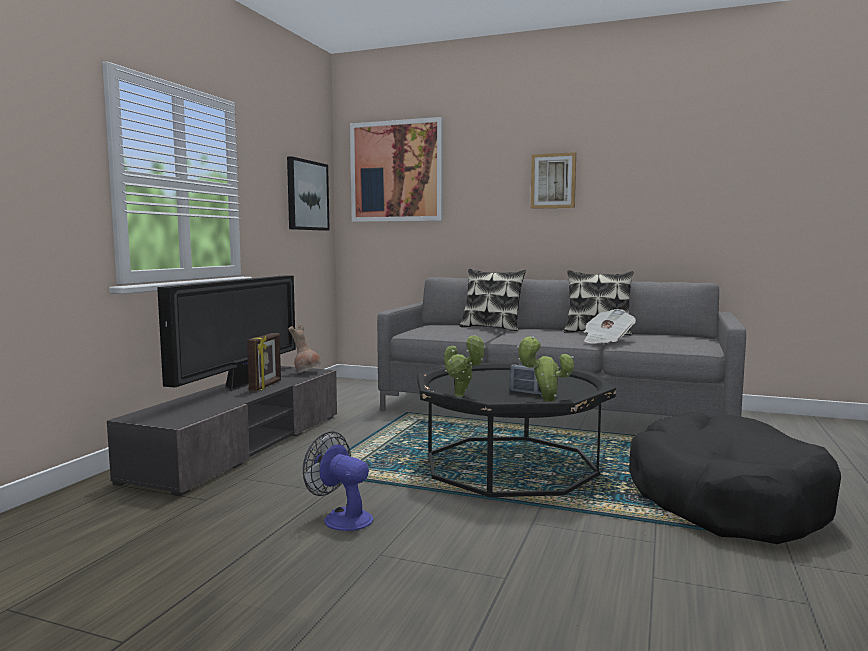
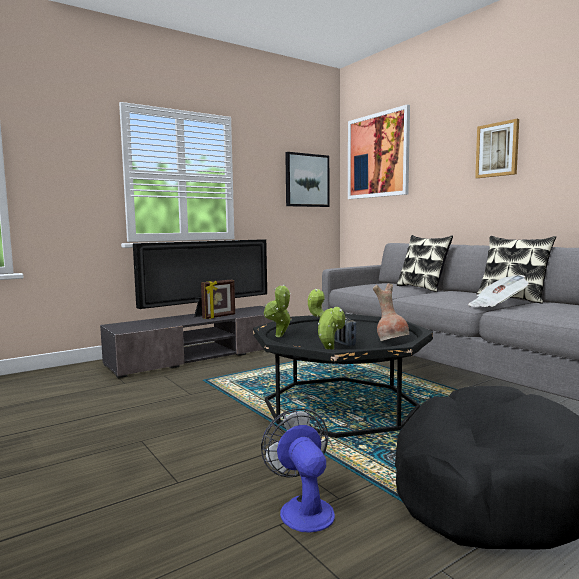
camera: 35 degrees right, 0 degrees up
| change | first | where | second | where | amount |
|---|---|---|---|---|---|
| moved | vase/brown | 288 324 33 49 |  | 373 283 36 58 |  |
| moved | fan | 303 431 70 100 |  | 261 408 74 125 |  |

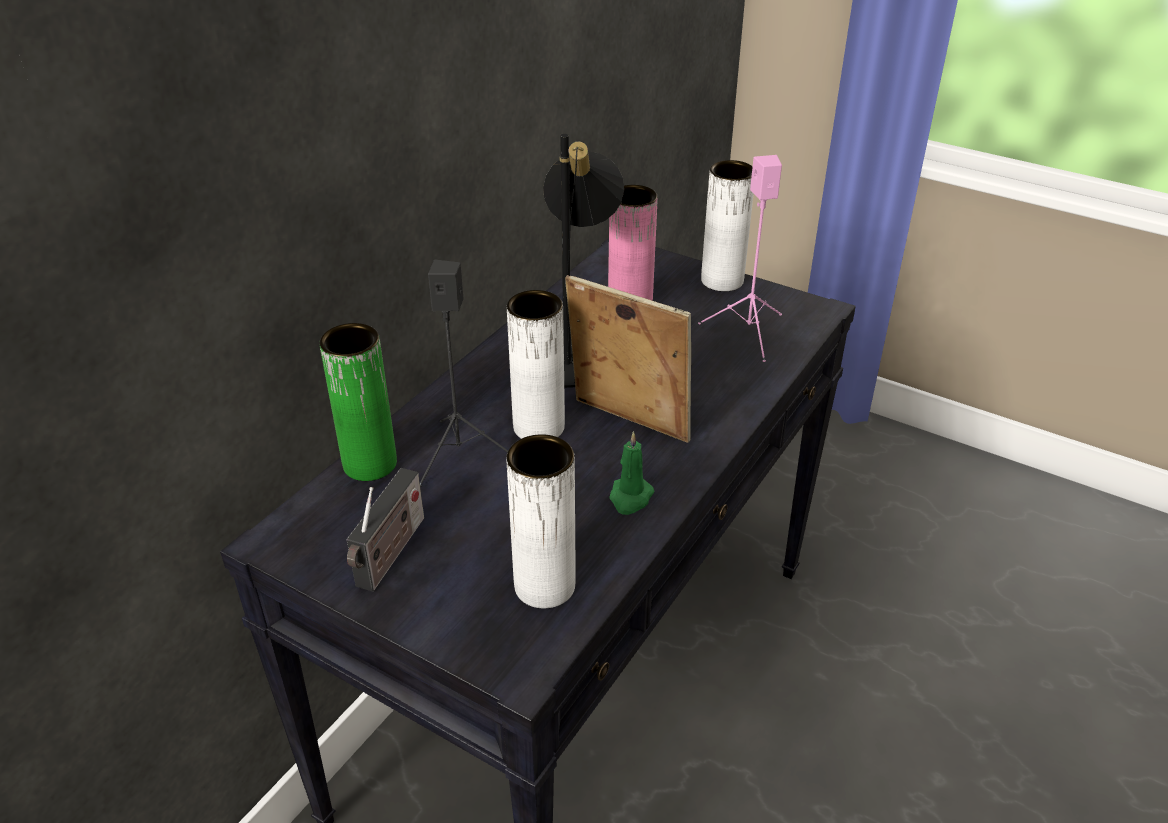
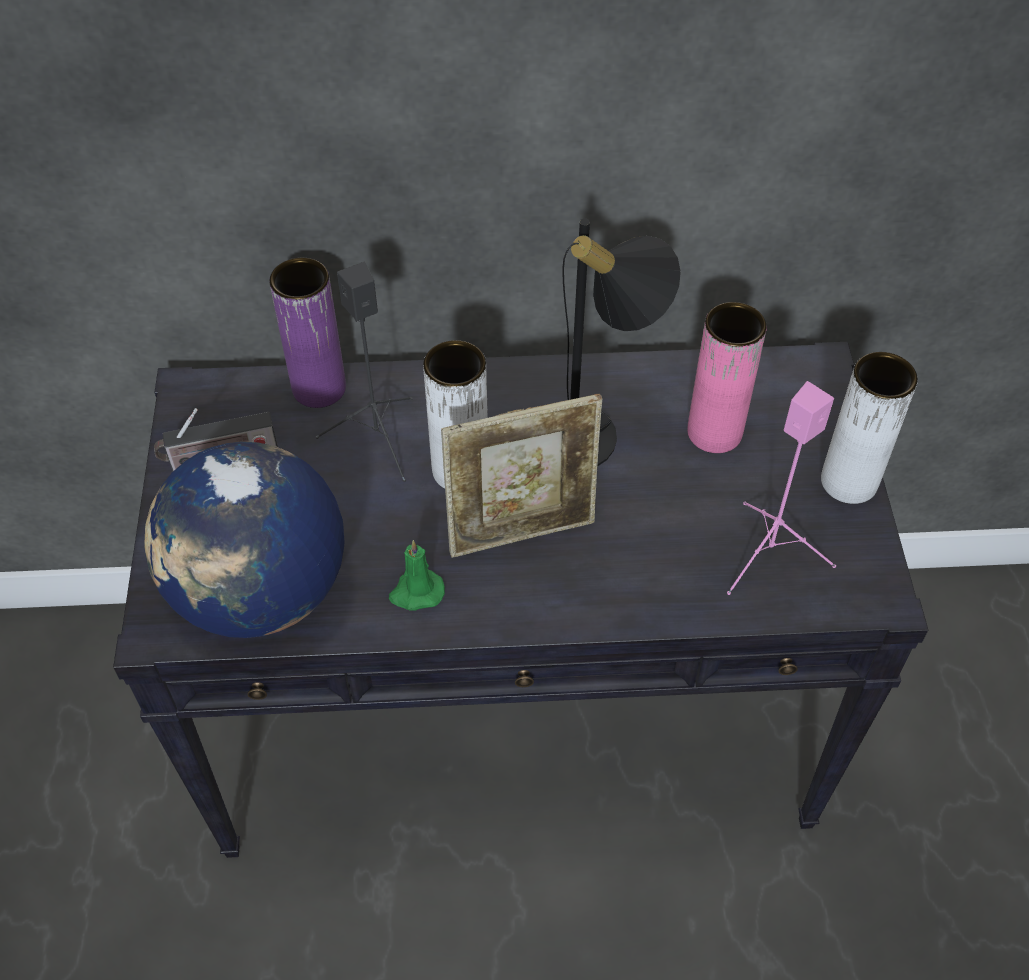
camera: 55 degrees right, 15 degrees up
| change | first | where | second | where | amount |
|---|---|---|---|---|---|
| turned | picture frame | 565 275 126 168 |  | 441 394 161 164 | 75 degrees clockwise |
| recoloured | vase/green | 319 323 78 158 | vase/purple | 269 258 77 150 |  |
| replaced | vase/white | 506 434 70 175 | globe | 144 442 200 196 |  |

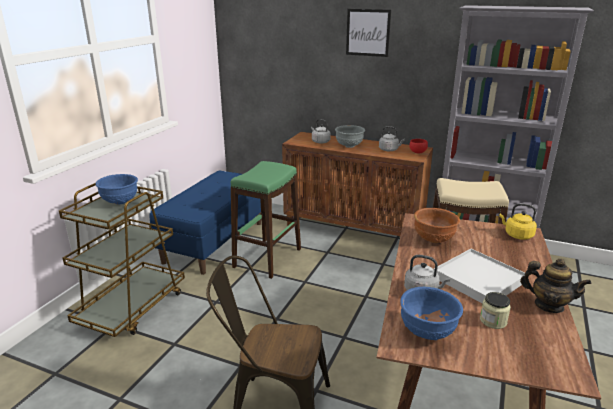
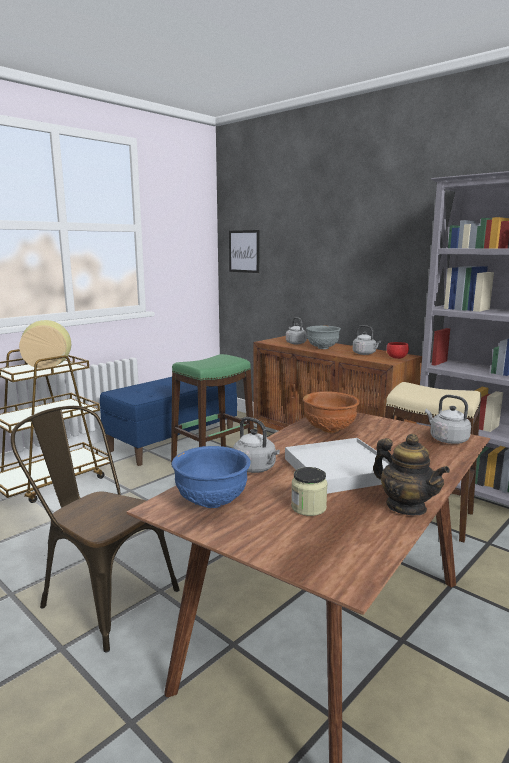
camera: 20 degrees right, 10 degrees down
| change | first | where | second | where | amount |
|---|---|---|---|---|---|
| moved | picture | 346 9 45 48 |  | 229 230 30 43 |  |
| replaced | bowl/blue | 96 174 42 30 | vase | 19 320 52 49 |  |
| recoloured | kettle/yellow | 499 203 38 37 | kettle/grey | 425 395 46 49 |  |

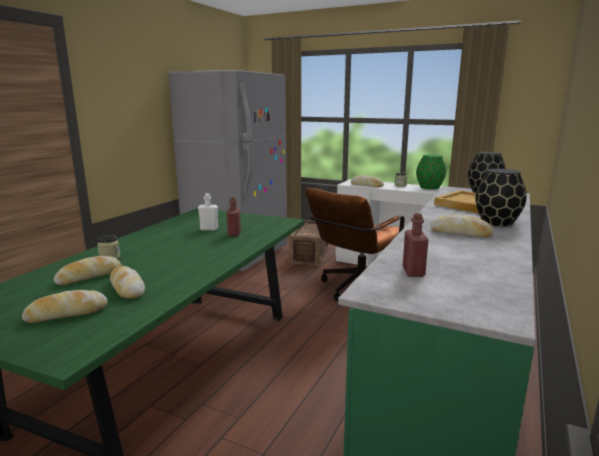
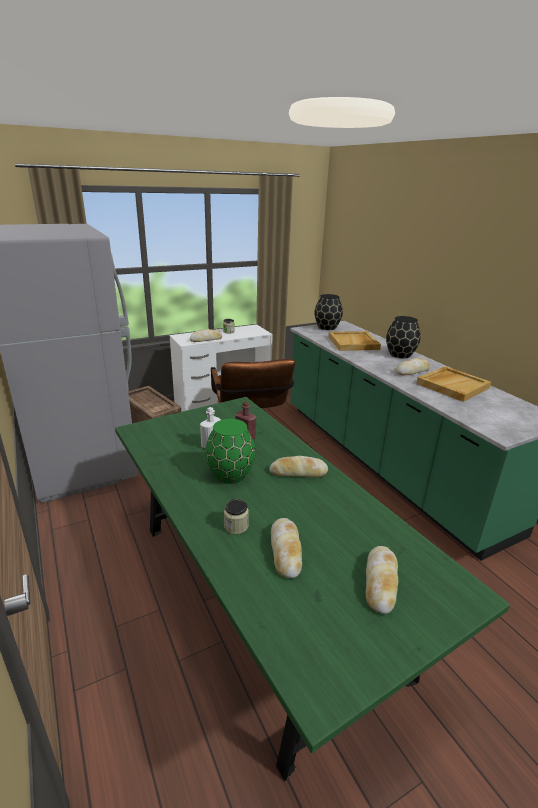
camera: 55 degrees left, 10 degrees up
| change | first | where | second | where | amount |
|---|---|---|---|---|---|
| moved | vase/green | 416 154 30 36 |  | 205 419 50 65 |  |
| removed | bottle/red | 403 213 25 64 |  |  |  |
| moved | bread | 110 266 35 33 |  | 269 456 59 22 |  |
| added |  |  | tray/beige | 417 366 74 36 |  |

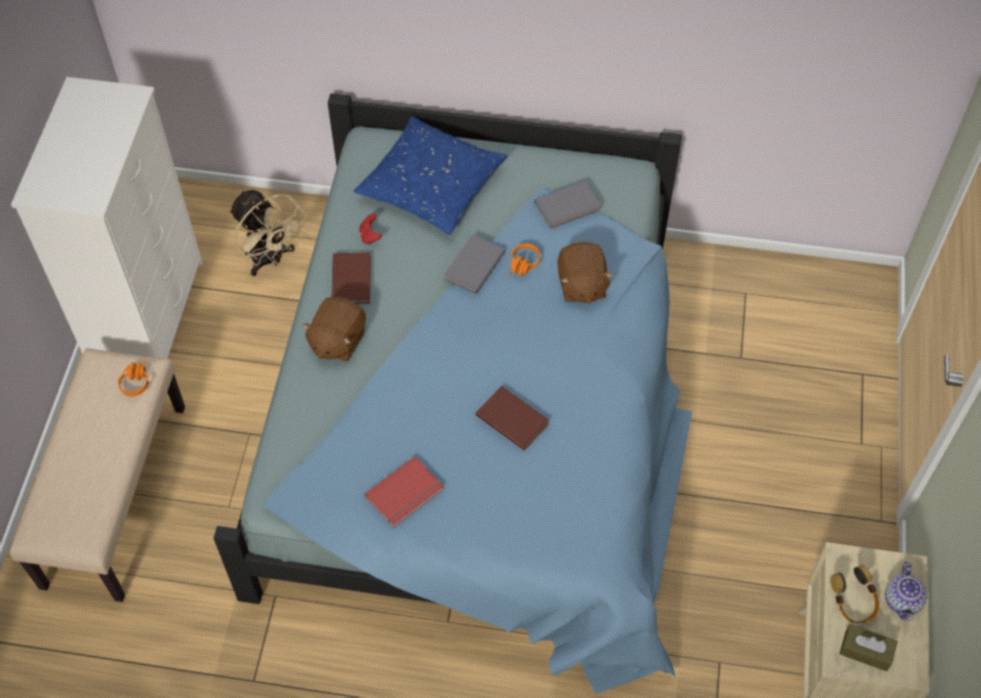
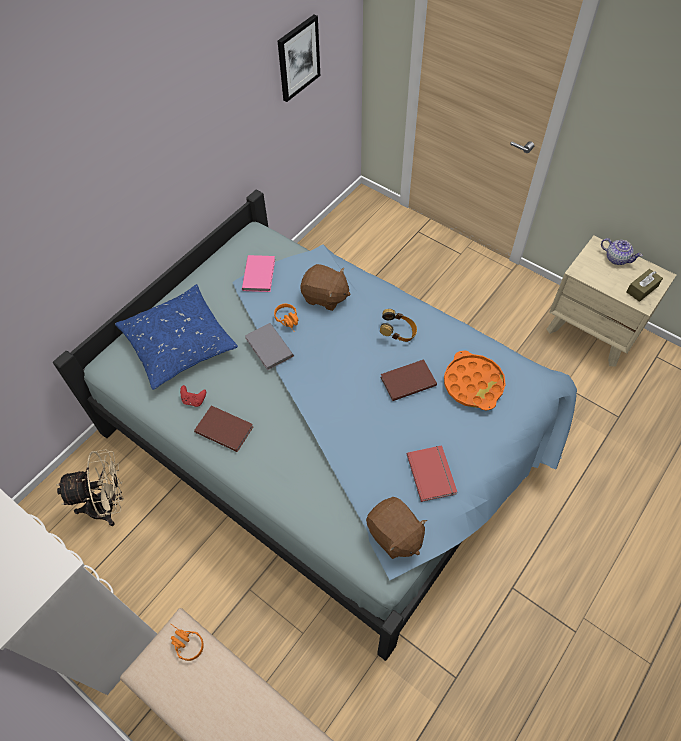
camera: 60 degrees left, 0 degrees up
| change | first | where | second | where | amount |
|---|---|---|---|---|---|
| recoloured | book/grey | 534 181 67 48 | book/pink | 242 255 33 37 |  |
| moved | plush toy/brown | 302 297 64 64 |  | 366 497 61 62 |  |
| moved | headphones | 831 565 48 58 |  | 380 309 37 33 |  |
| added |  |  | picture | 278 14 42 88 |  |
| added |  |  | tray/orange | 444 350 62 61 |  |

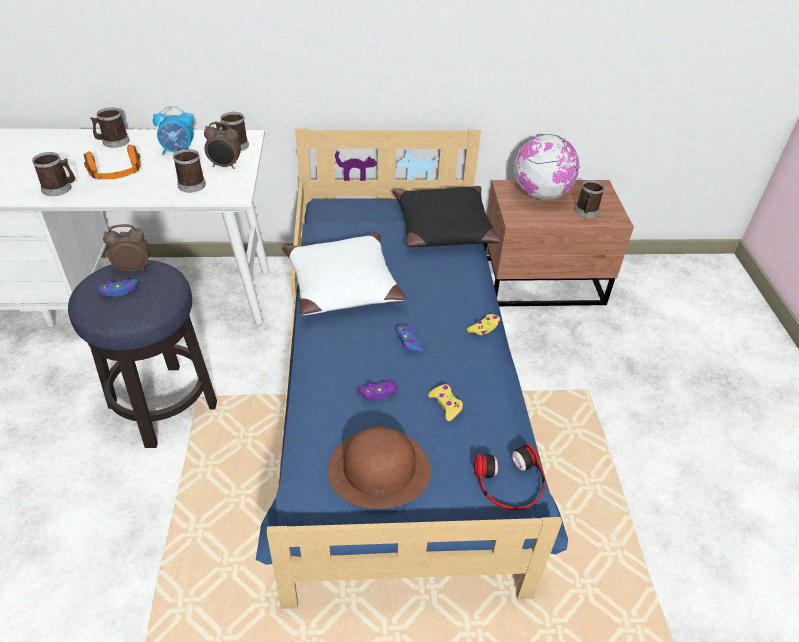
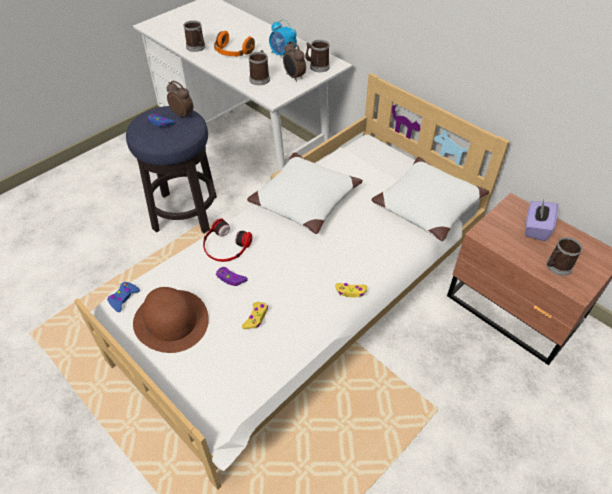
camera: 50 degrees right, 5 degrees up
| change | first | where | second | where | amount |
|---|---|---|---|---|---|
| removed | mug | 90 107 40 41 |  |  |  |
| recoloured | bed/blue | 256 129 312 480 | bed/white | 74 73 436 417 |  |
| replaced | globe | 514 134 66 66 | tissue box/purple | 525 200 33 41 |  |
| recoloured | pillow/black | 393 186 108 61 | pillow/white | 371 157 118 84 |  |
| moved | game controller/blue | 396 325 28 28 |  | 107 282 33 30 |  |
| moved | headphones | 474 444 71 66 |  | 203 218 49 44 |  |

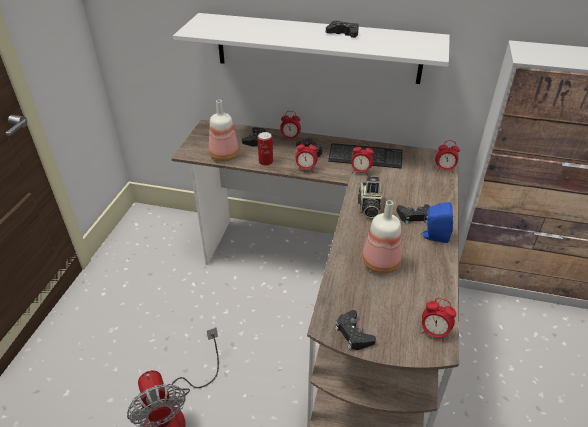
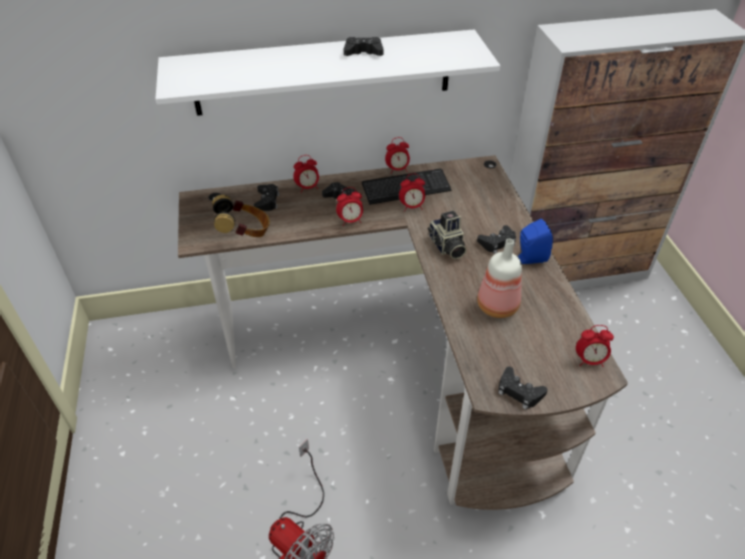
camera: 25 degrees left, 5 degrees up
| change | first | where | second | where | amount |
|---|---|---|---|---|---|
| replaced | bottle | 209 100 30 61 | headphones | 212 195 58 42 |  |
| removed | can | 258 132 15 34 |  |  |  |
| moved | alarm clock | 435 140 25 33 |  | 385 137 25 37 |  |

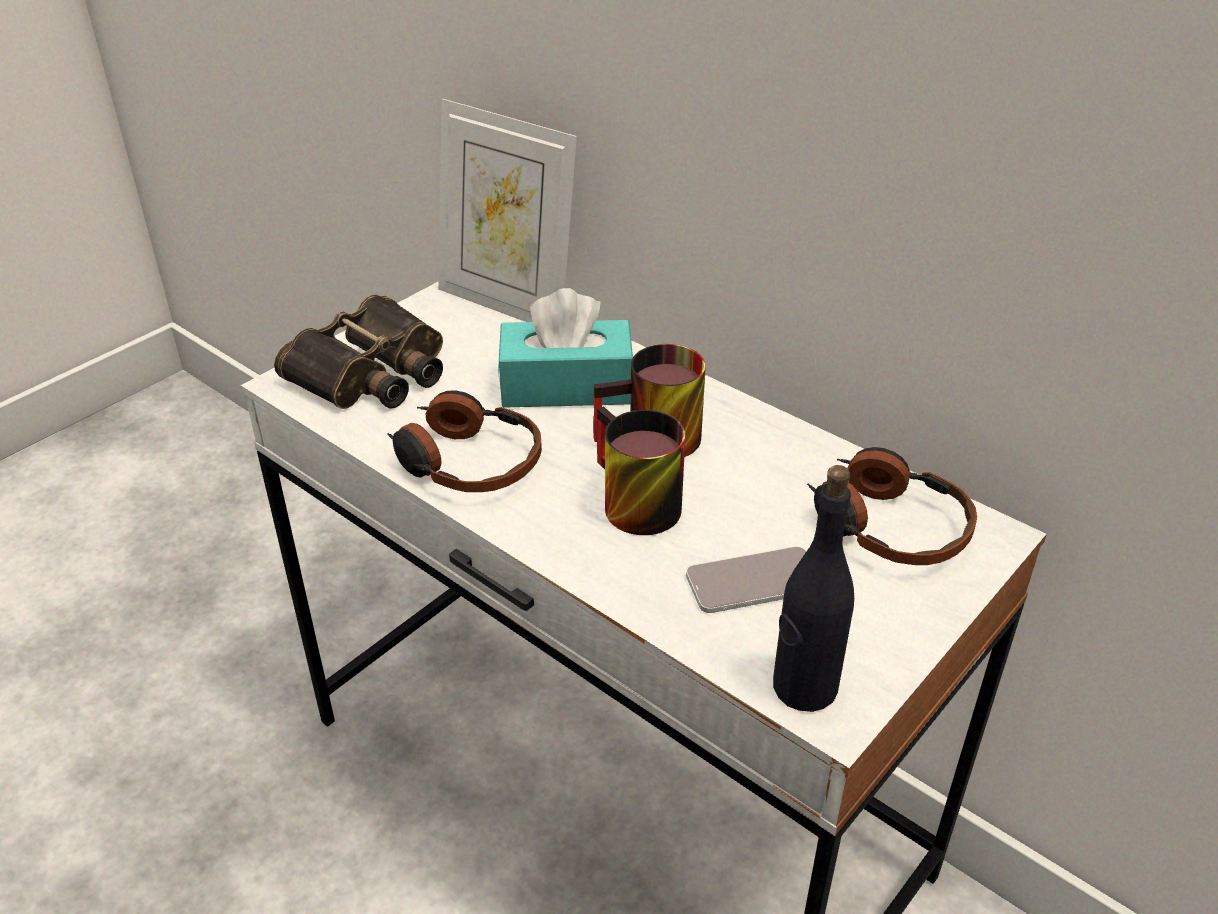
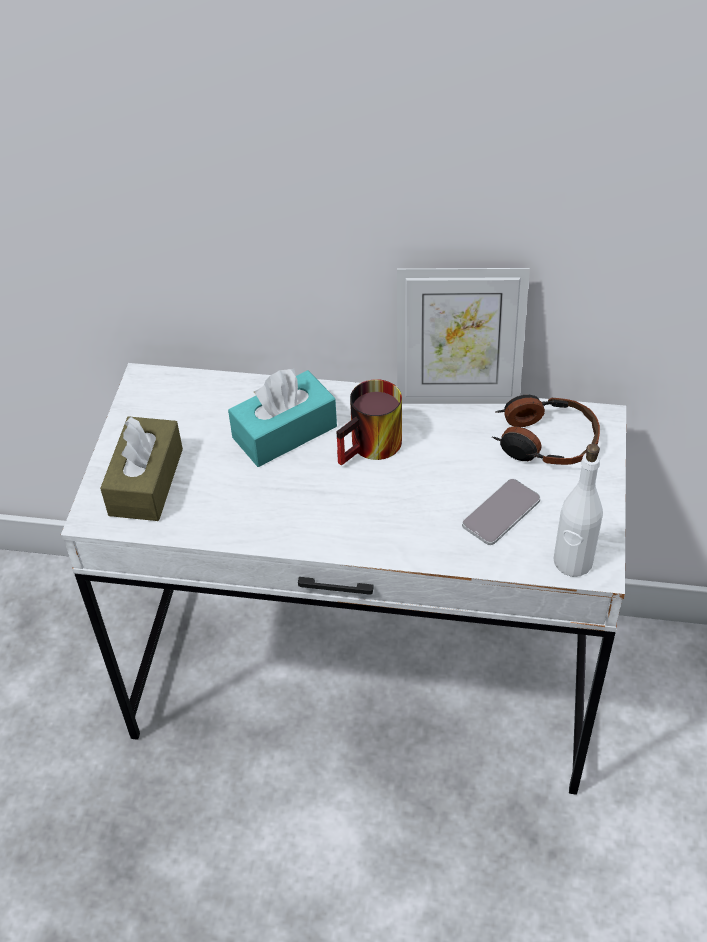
camera: 30 degrees left, 10 degrees up
| change | first | where | second | where | amount |
|---|---|---|---|---|---|
| moved | picture frame | 438 99 139 223 |  | 397 268 133 136 |  |
| replaced | binoculars | 274 295 169 114 | tissue box/brown | 100 416 83 105 |  |
| removed | headphones | 387 390 155 102 |  |  |  |
| removed | mug | 597 406 88 129 |  |  |  |
| recoloured | bottle/black | 773 465 81 247 | bottle/white | 553 444 50 133 |  |

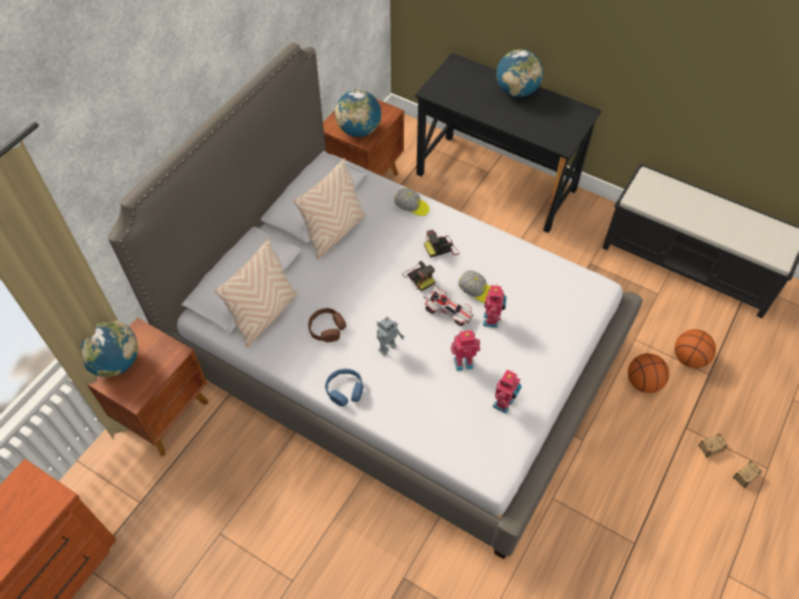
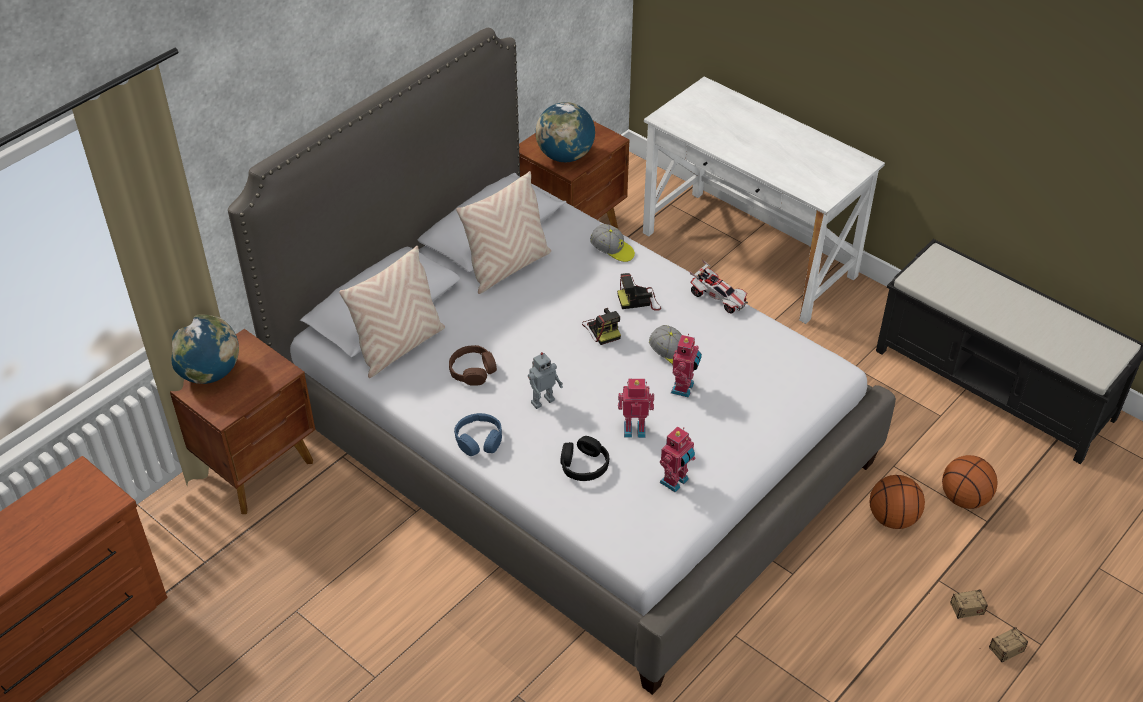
camera: 10 degrees right, 10 degrees down
| change | first | where | second | where | amount |
|---|---|---|---|---|---|
| removed | globe | 497 49 46 48 |  |  |  |
| recoloured | desk/black | 415 53 187 180 | desk/white | 643 76 242 248 |  |
| moved | toy car | 423 283 50 43 |  | 689 260 59 54 |  |
| added |  |  | headphones/black | 561 436 48 45 |  |

